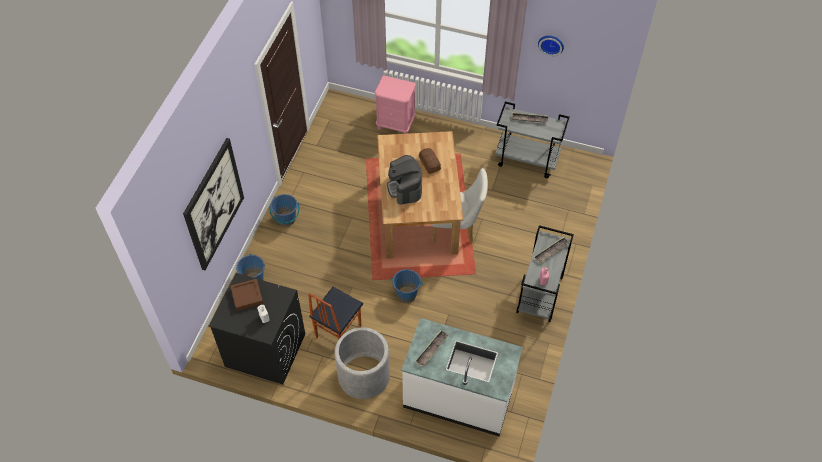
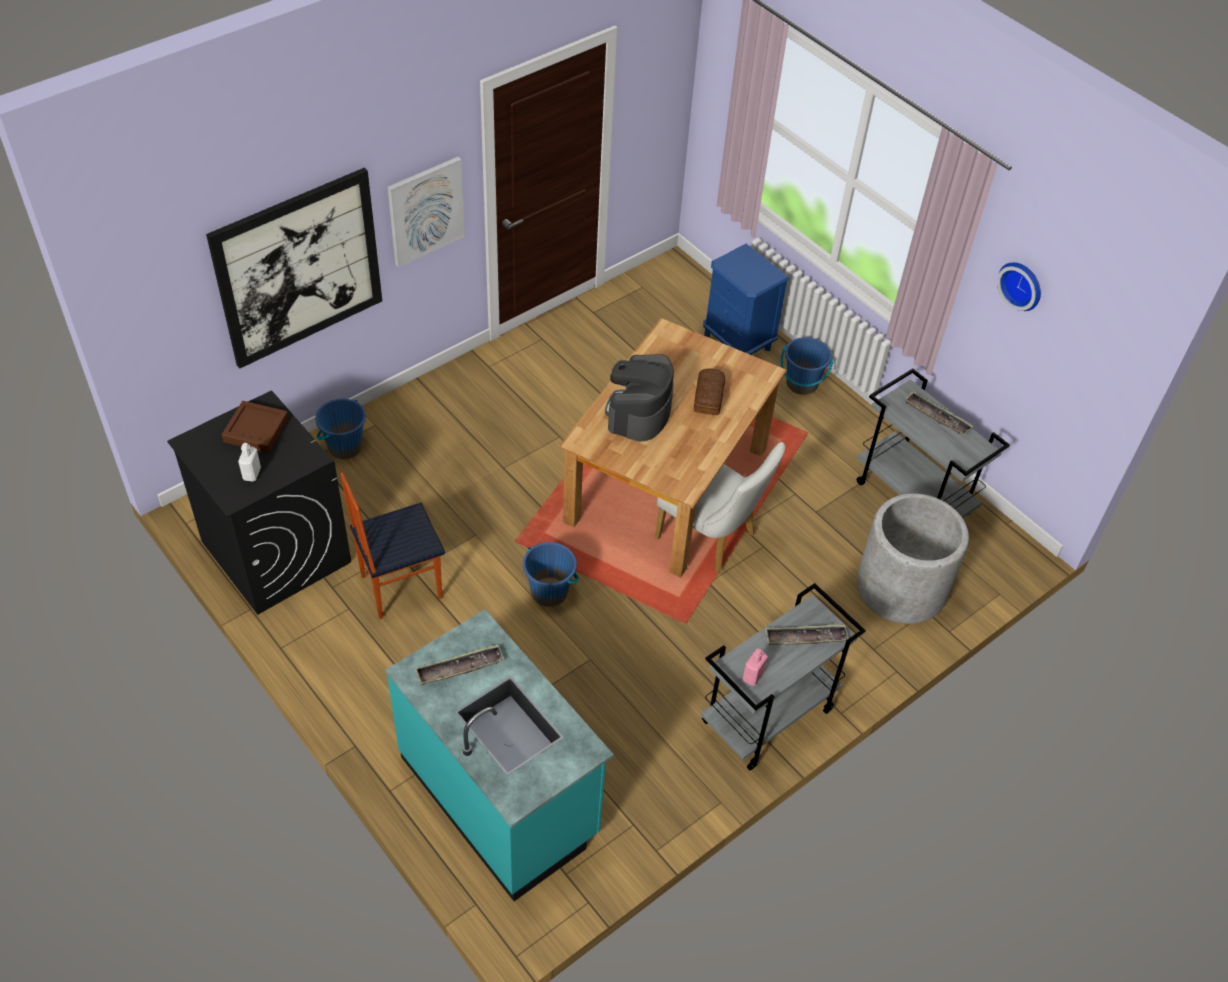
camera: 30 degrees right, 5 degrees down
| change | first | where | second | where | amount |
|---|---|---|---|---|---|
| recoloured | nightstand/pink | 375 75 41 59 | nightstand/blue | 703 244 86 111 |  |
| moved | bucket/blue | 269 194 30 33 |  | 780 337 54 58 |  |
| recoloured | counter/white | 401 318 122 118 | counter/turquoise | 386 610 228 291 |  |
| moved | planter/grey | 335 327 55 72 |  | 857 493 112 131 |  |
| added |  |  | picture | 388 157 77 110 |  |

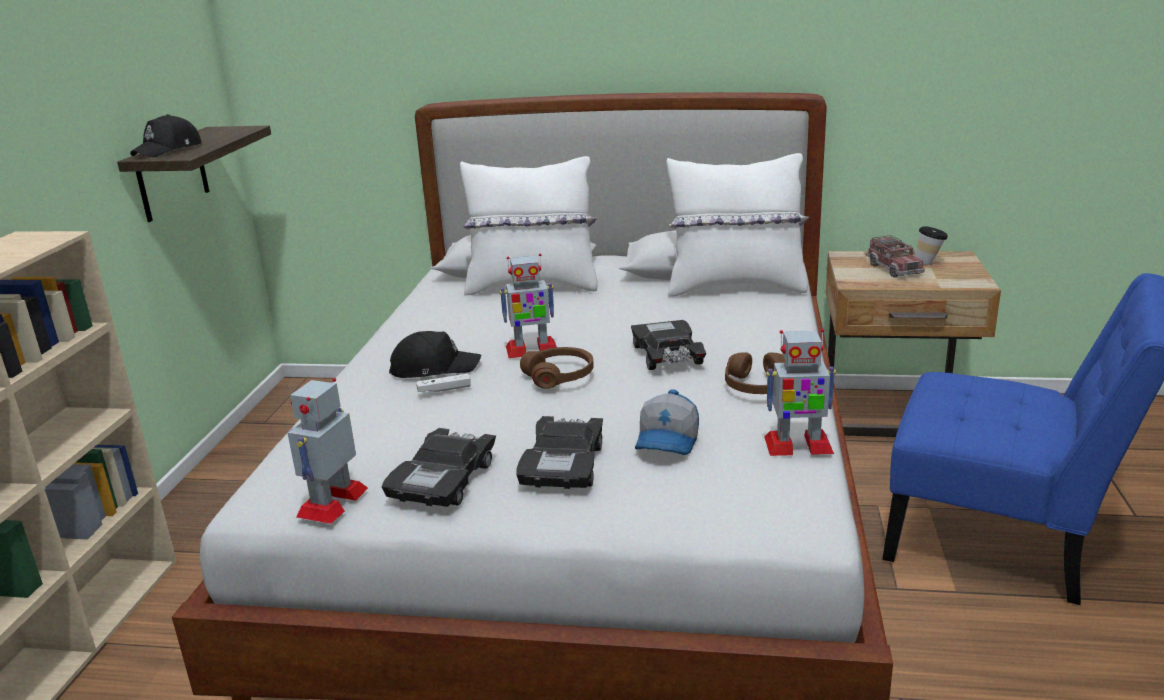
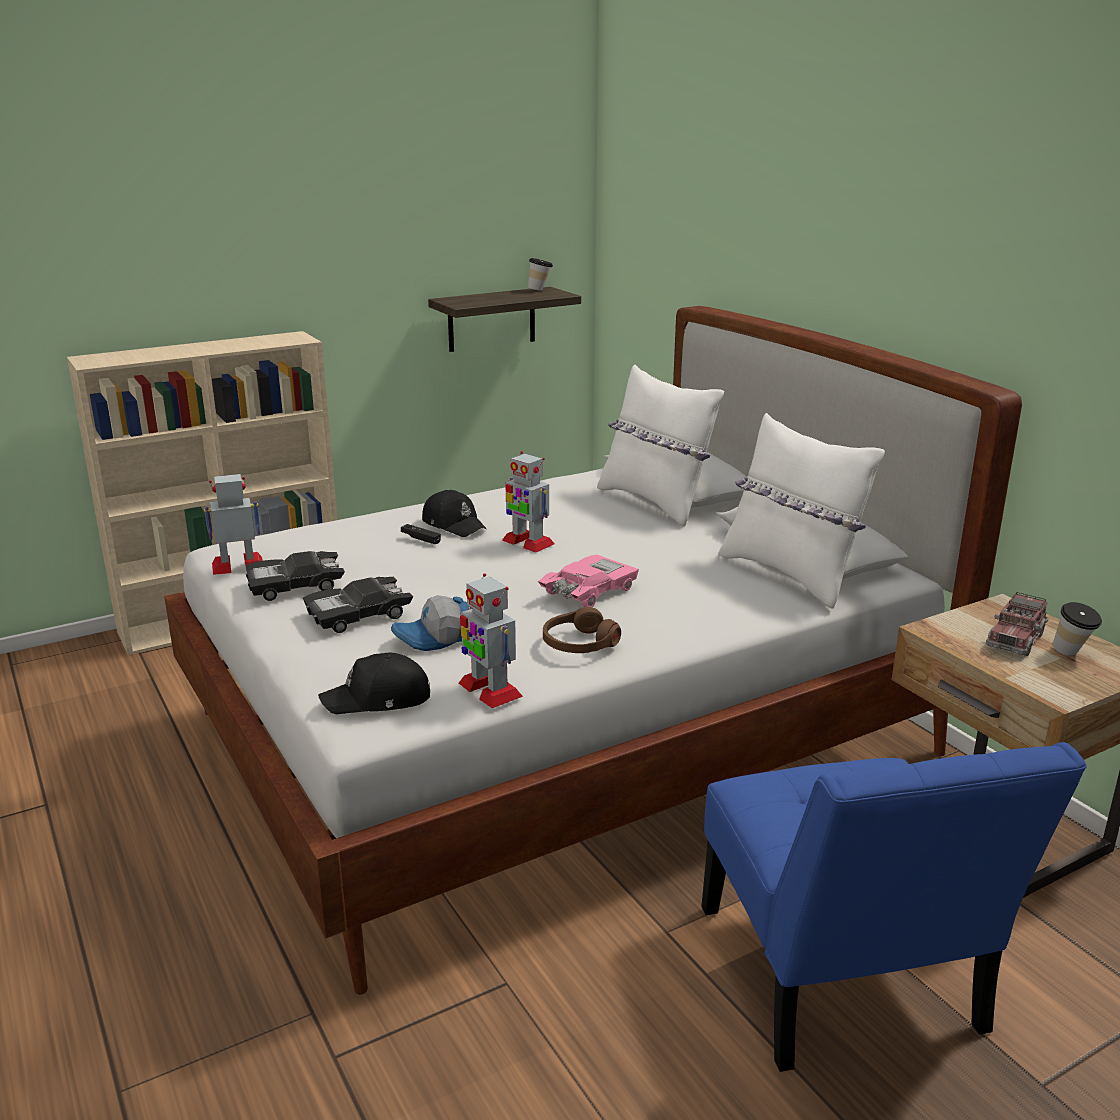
camera: 50 degrees right, 0 degrees up
| change | first | where | second | where | amount |
|---|---|---|---|---|---|
| moved | cap/black | 130 114 72 43 |  | 318 653 112 61 |  |
| recoloured | toy car/black | 631 320 75 50 | toy car/pink | 538 555 101 52 |  |
| removed | headphones/brown | 520 347 74 42 |  |  |  |
| recoloured | game controller/white | 416 374 55 19 | game controller/black | 401 524 40 20 |  |
| added |  |  | cup | 528 258 25 33 |  |

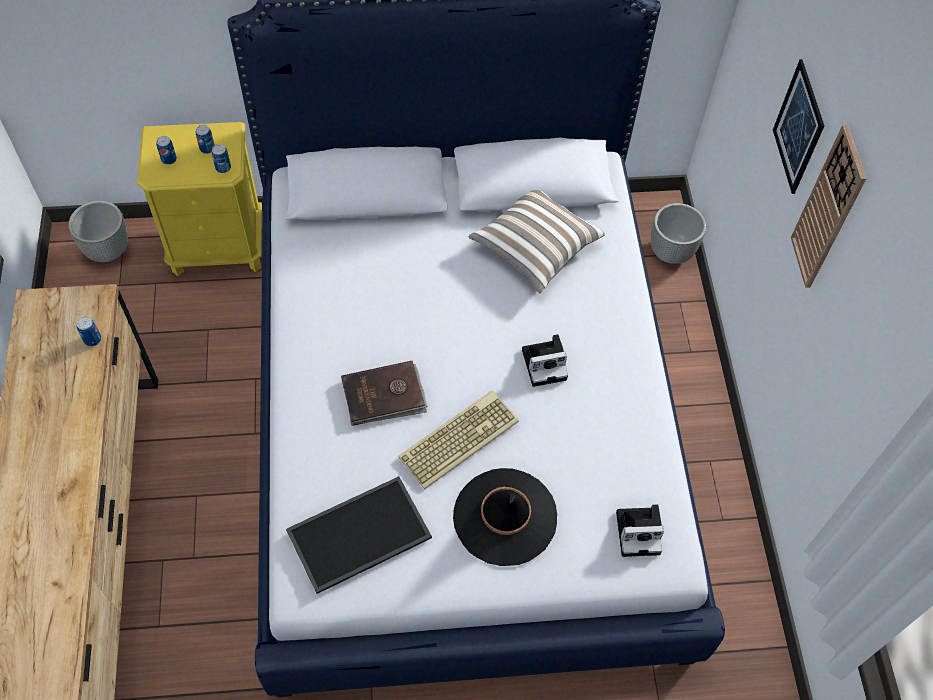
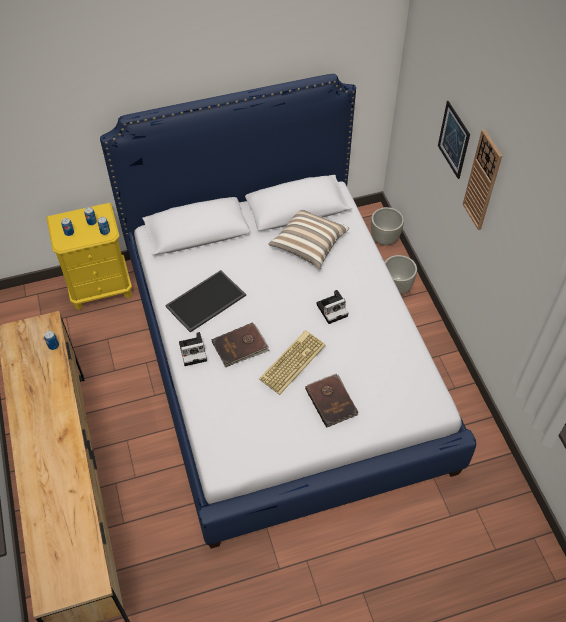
camera: 10 degrees left, 5 degrees down
| change | first | where | second | where | amount |
|---|---|---|---|---|---|
| moved | planter/grey | 68 201 60 61 |  | 385 255 32 39 |  |
| replaced | hat/black | 453 468 104 98 | book/brown | 305 373 54 55 |  |
| moved | tray | 286 476 146 118 |  | 165 270 81 63 |  |
| moved | photo camera | 616 504 48 53 |  | 179 332 28 34 |  |

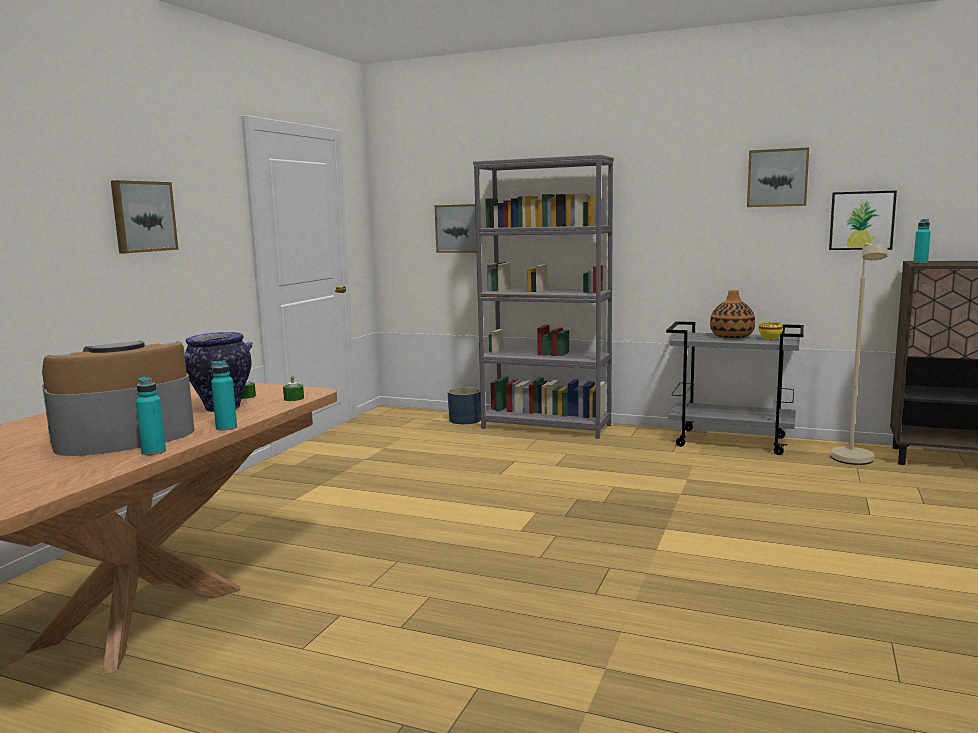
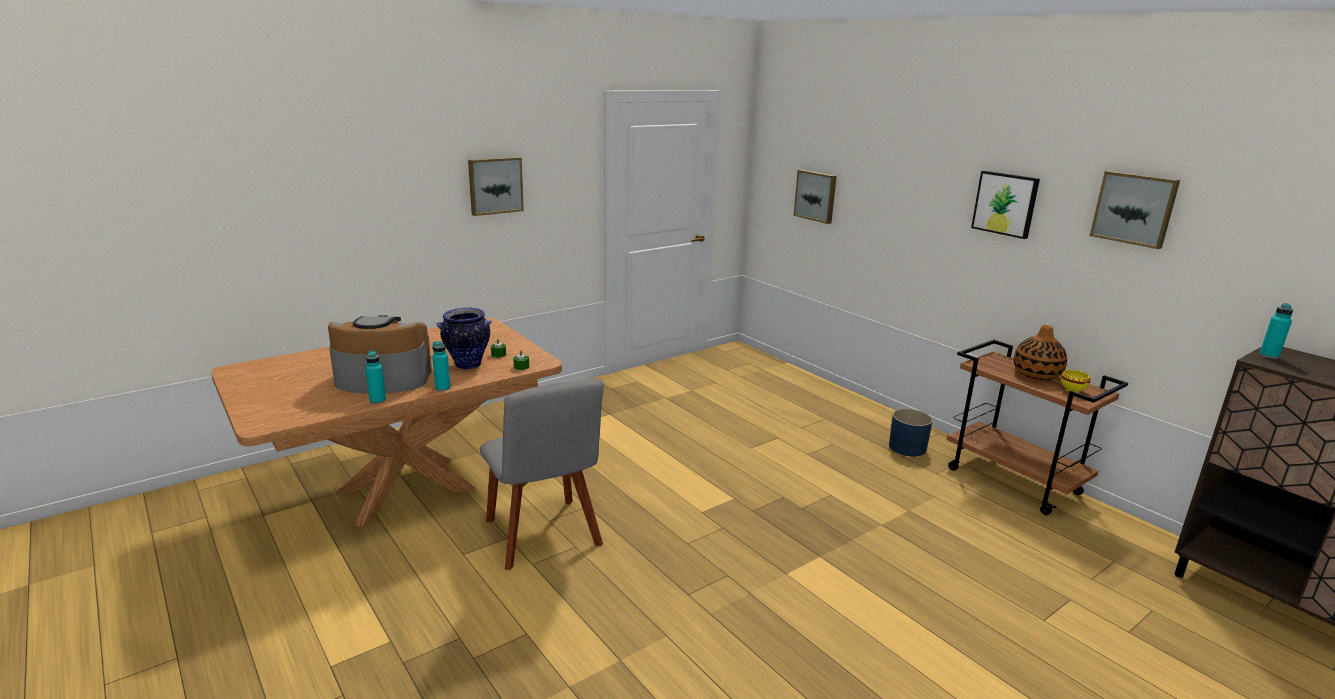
camera: 30 degrees right, 10 degrees up
| change | first | where | second | where | amount |
|---|---|---|---|---|---|
| removed | bookcase/grey | 473 155 141 284 |  |  |  |
| moved | picture | 829 191 68 59 |  | 971 171 69 68 |  |
| removed | floor lamp/beige | 831 243 56 222 |  |  |  |
| recoloured | cart/grey | 666 321 138 134 | cart/brown | 947 340 181 175 |  |
| moved | planter/blue | 448 387 33 37 |  | 889 409 44 48 |  |
| added |  |  | chair/grey | 480 379 124 191 |  |

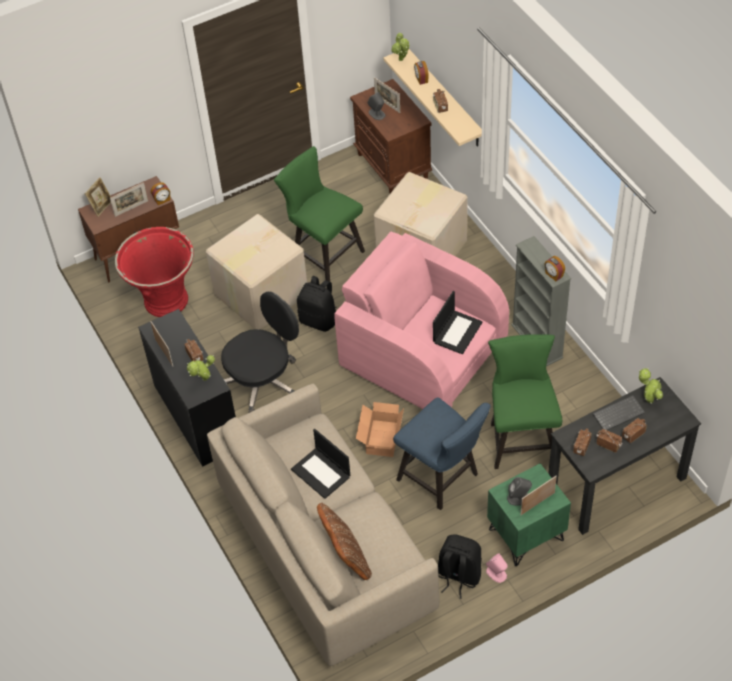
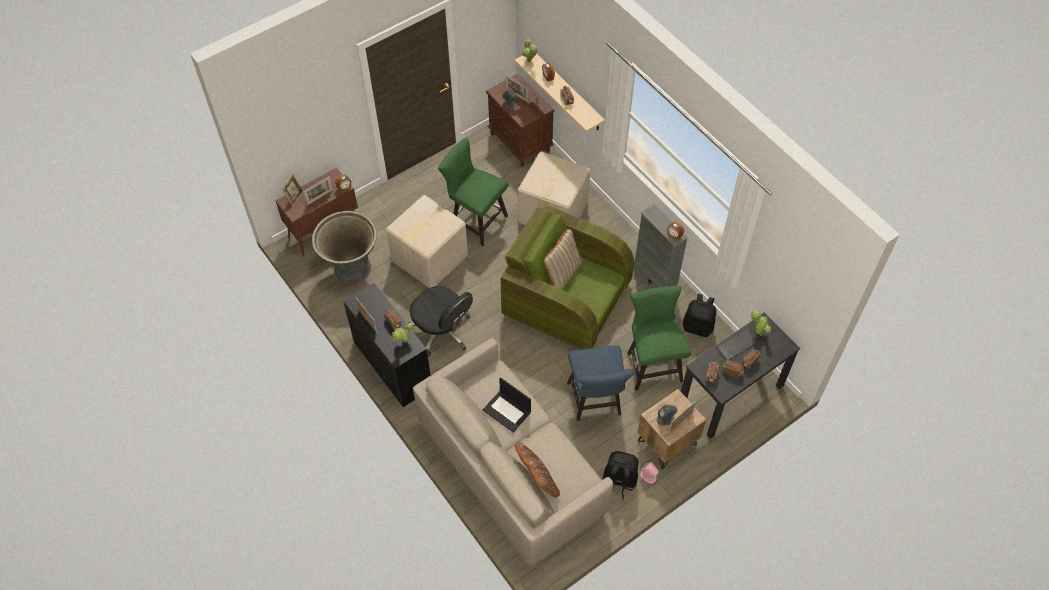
camera: 10 degrees left, 5 degrees up
| change | first | where | second | where | amount |
|---|---|---|---|---|---|
| recoloured | planter/red | 115 227 79 90 | planter/grey | 312 211 65 72 |  |
| recoloured | armchair/pink | 334 232 175 177 | armchair/green | 501 205 133 145 |  |
| moved | backpack/black | 297 276 40 56 |  | 683 294 33 43 |  |
| removed | laptop | 433 291 50 63 |  |  |  |
| turned | office chair/black | 221 292 78 121 |  | 407 286 66 71 | 90 degrees clockwise |
| turned | chair/blue | 393 397 98 113 |  | 567 345 67 76 | 45 degrees clockwise |
| removed | cardboard box | 356 402 48 55 |  |  |  |
| recoloured | nightstand/green | 487 463 84 103 | nightstand/brown | 637 389 69 80 |  |
| added |  |  | pillow/beige | 544 229 39 60 |  |

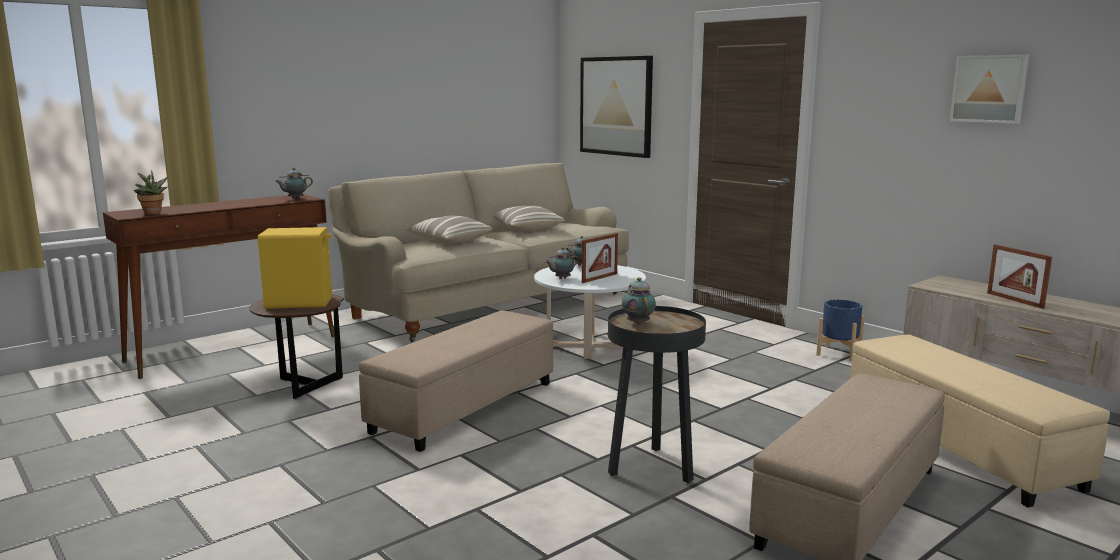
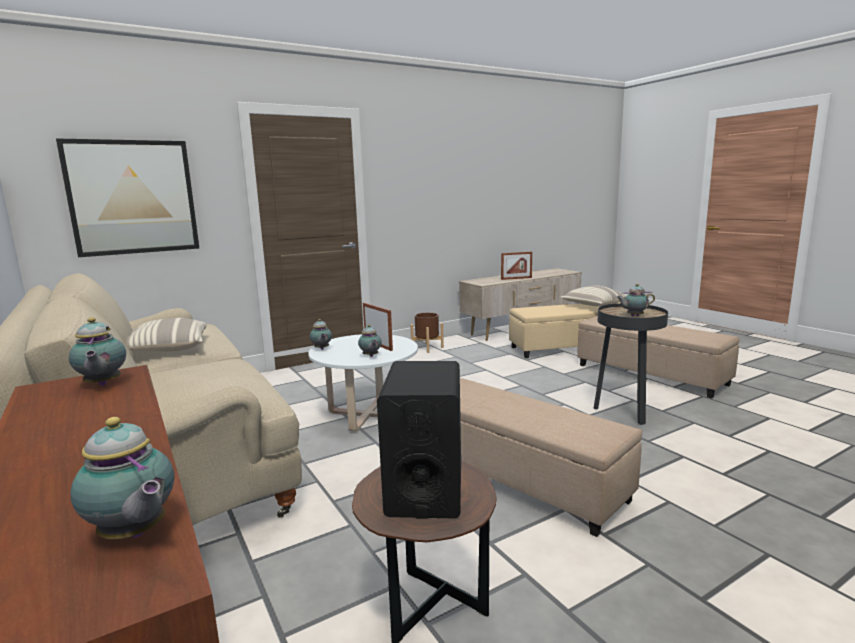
camera: 80 degrees left, 0 degrees up
| change | first | where | second | where | amount |
|---|---|---|---|---|---|
| removed | picture | 950 55 79 69 |  |  |  |
| replaced | potted plant | 134 170 34 45 | teapot | 71 417 103 122 |  |
| moved | pillow | 405 215 88 29 |  | 560 285 67 22 |  |
| recoloured | speaker/yellow | 258 227 74 82 | speaker/black | 377 361 84 158 |  |
| recoloured | planter/blue | 816 299 49 63 | planter/brown | 410 313 34 40 |  |

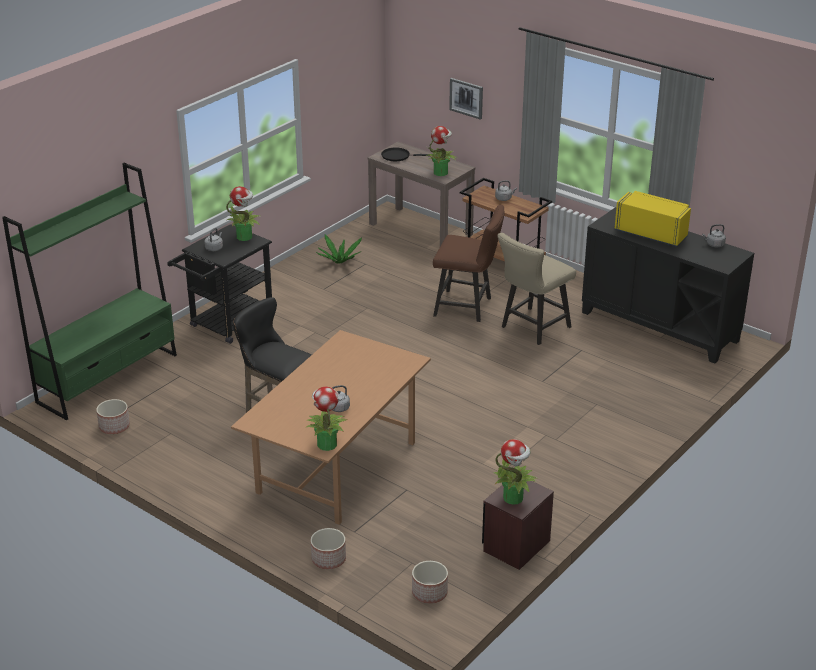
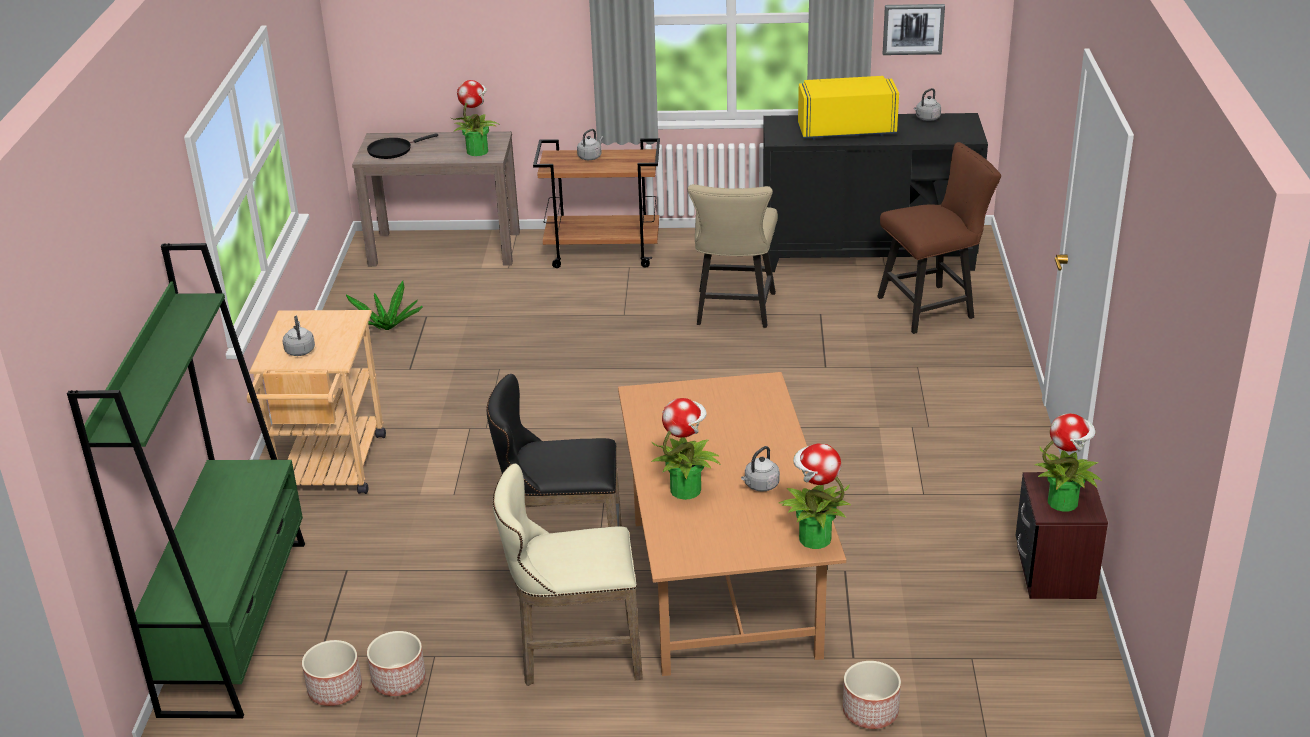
camera: 35 degrees left, 0 degrees up
| change | first | where | second | where | amount |
|---|---|---|---|---|---|
| moved | picture | 449 78 34 42 |  | 883 4 62 51 |  |
| moved | potted plant | 226 186 34 55 |  | 651 398 70 102 |  |
| moved | chair/brown | 433 205 71 117 |  | 877 142 124 192 |  |
| recoloured | cart/black | 167 224 105 120 | cart/beige | 247 310 139 184 |  |
| moved | planter | 412 561 36 43 |  | 367 631 59 65 |  |
| added |  |  | stool/beige | 493 464 150 222 |  |

